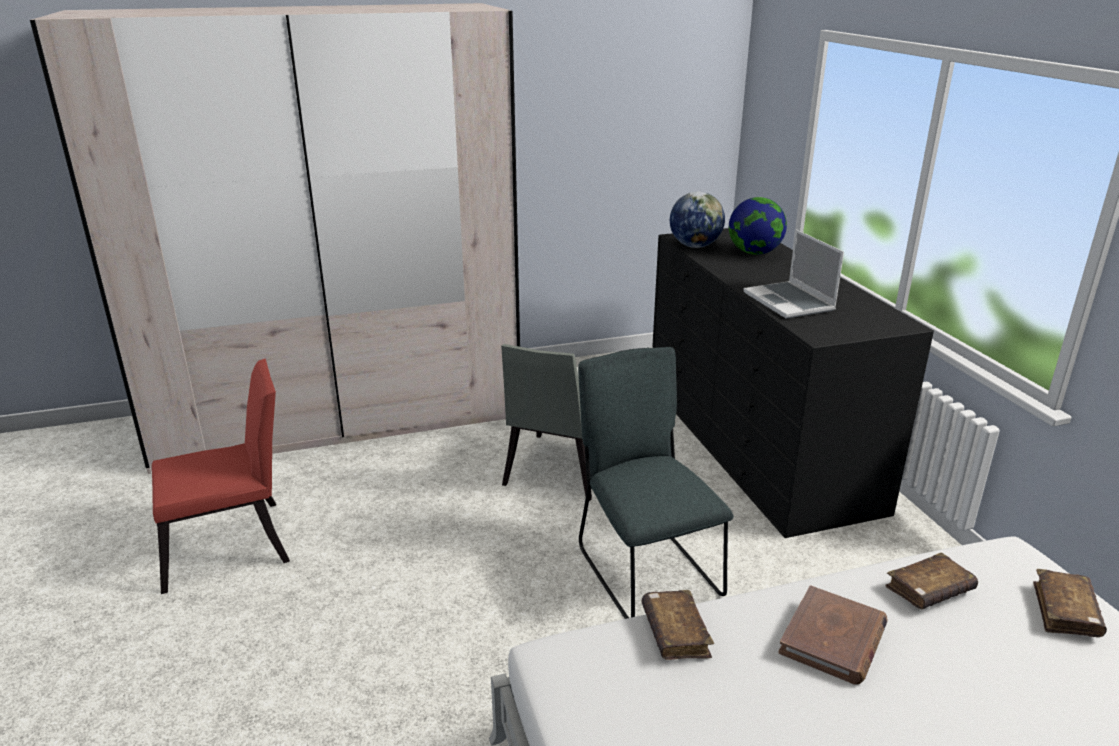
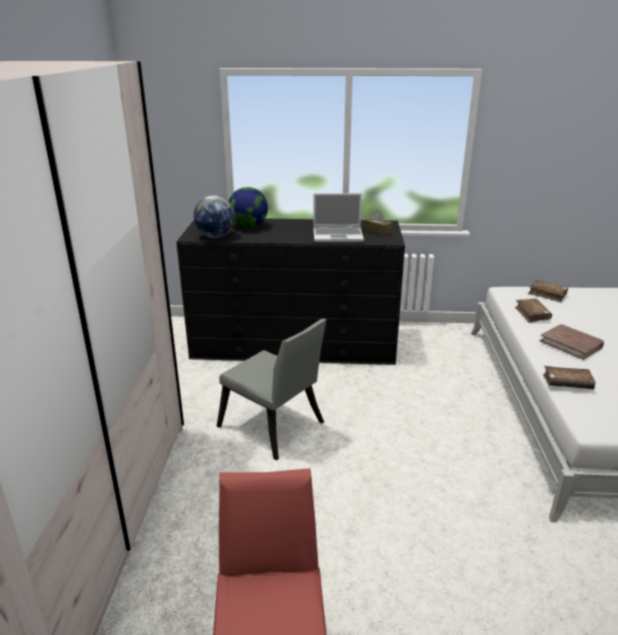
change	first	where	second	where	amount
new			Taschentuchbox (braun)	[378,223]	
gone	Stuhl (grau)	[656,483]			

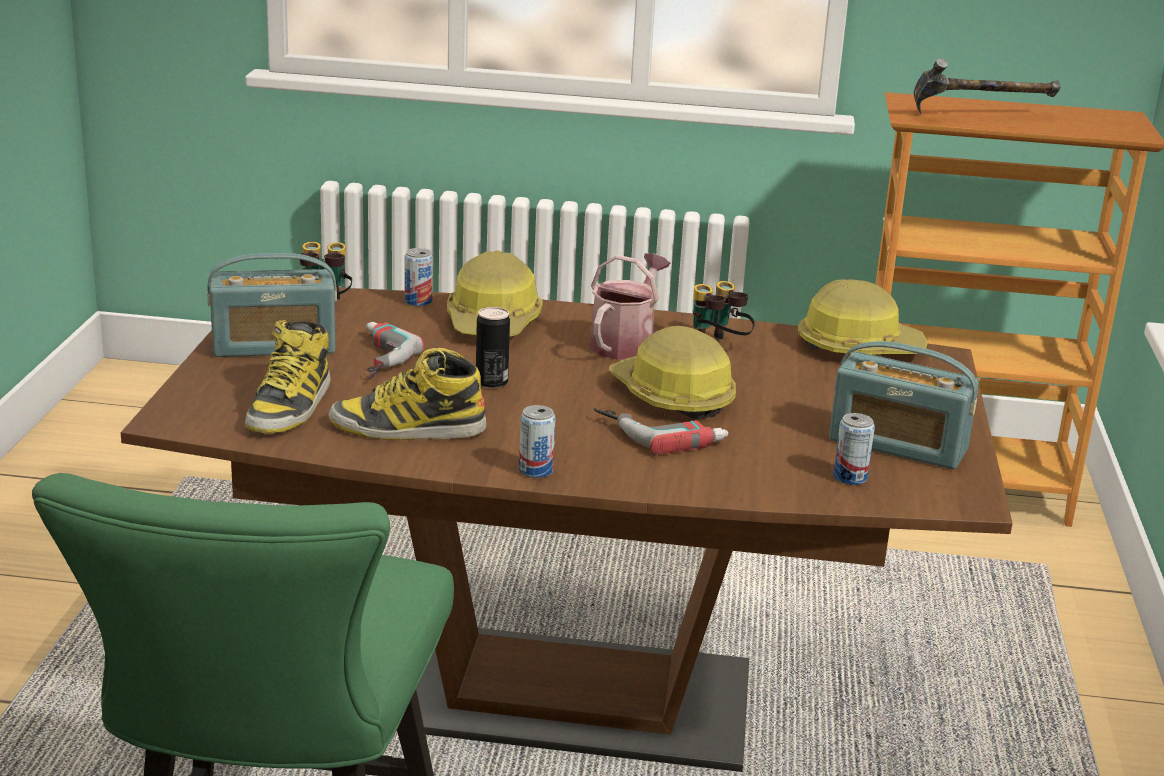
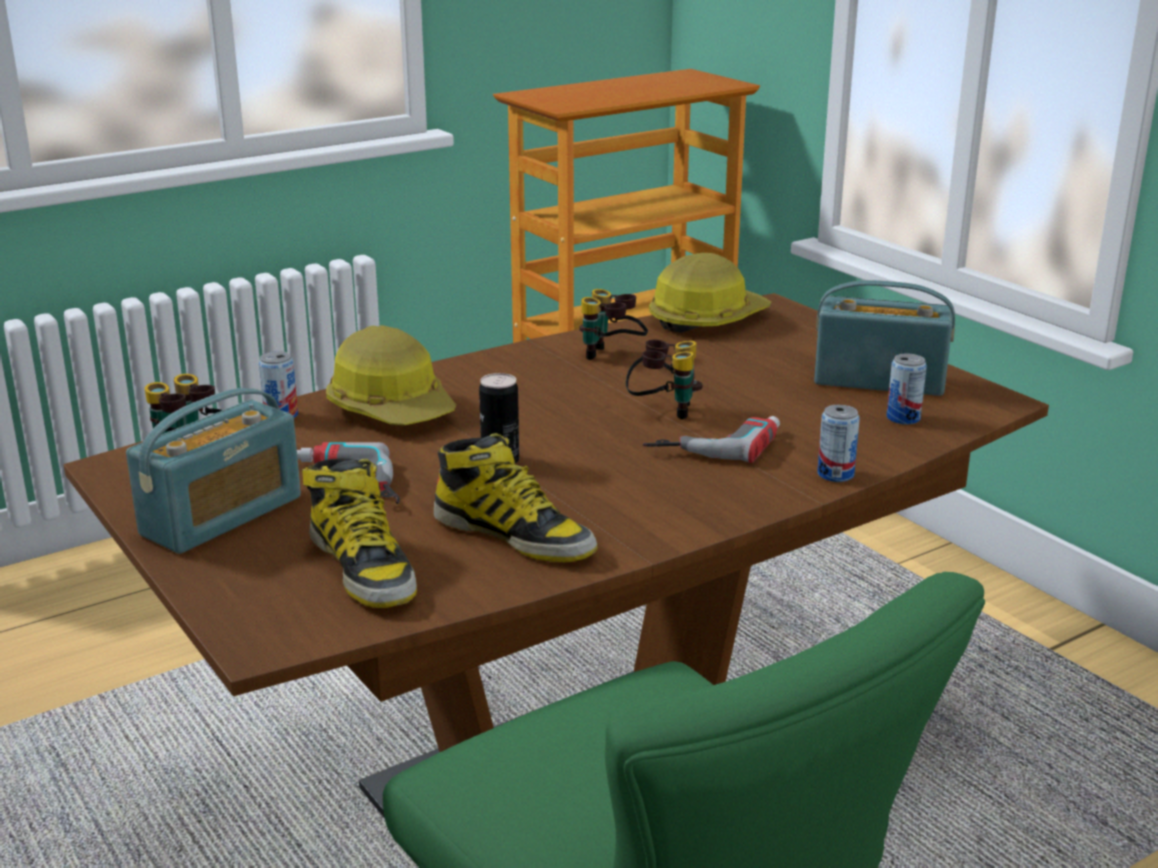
change	first	where	second	where	amount
rotated	Stiefel	[407,394]		[516,497]	105 degrees counterclockwise
swapped	Schutzhelm	[672,372]	Fernglas	[664,379]	
rotated	Radio	[904,405]		[884,338]	150 degrees counterclockwise
shifted	Dose	[537,441]		[838,443]	
gone	Gießkanne	[629,306]			
gone	Hammer	[987,86]			

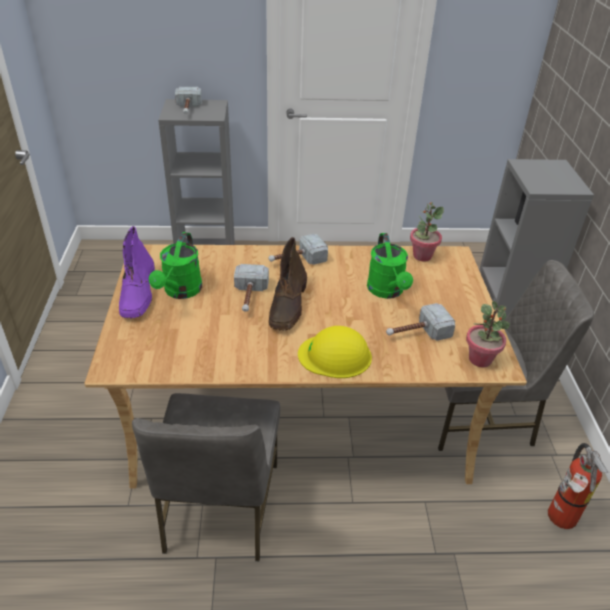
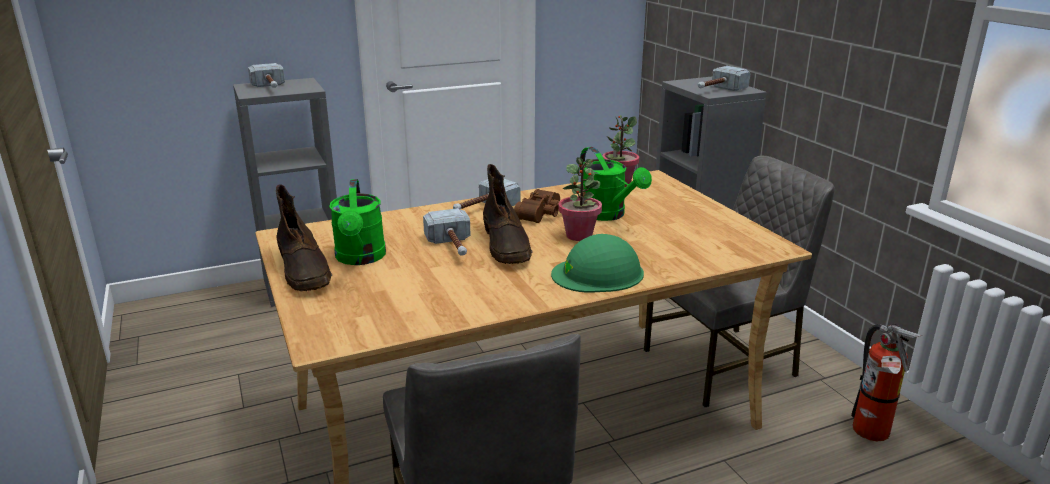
change	first	where	second	where	amount
repainted	Stiefel (lila)	[137,272]	Stiefel (braun)	[304,237]	
new			Fernglas (braun)	[537,206]	
repainted	Schutzhelm (gelb)	[335,352]	Schutzhelm (grün)	[597,263]	
shifted	Topfpflanze	[488,334]		[580,199]	
shifted	Hammer	[420,322]		[724,78]	

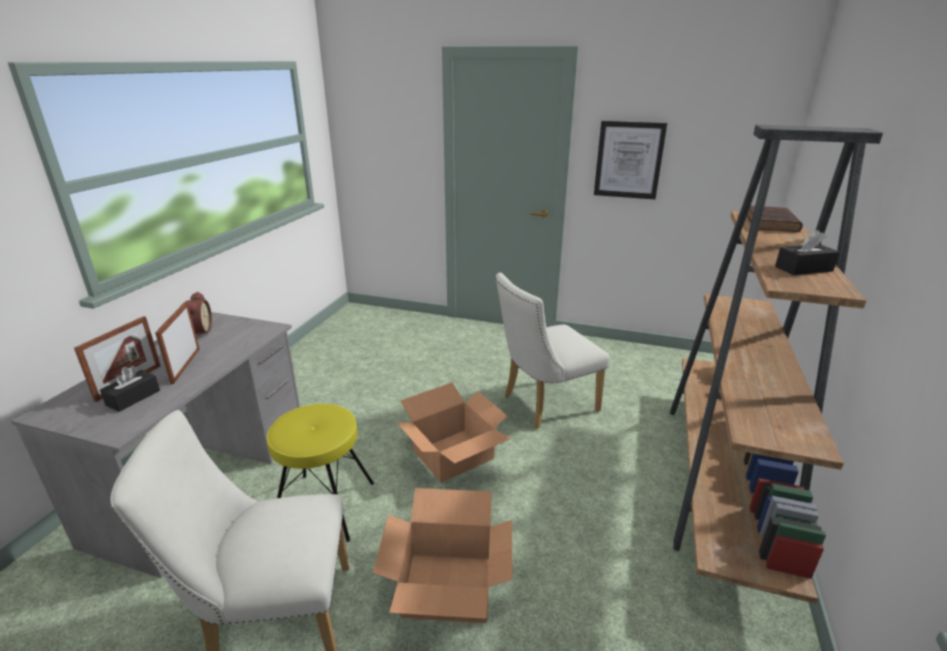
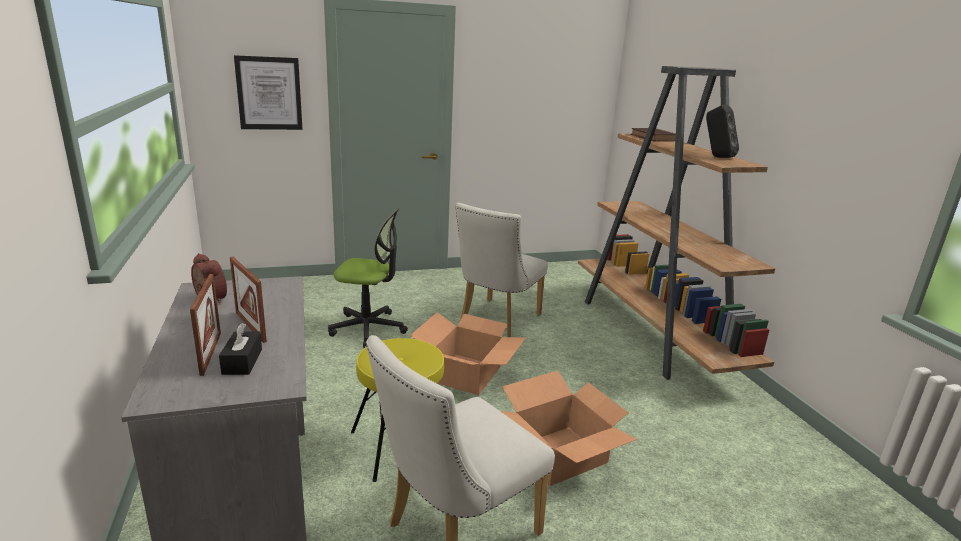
change	first	where	second	where	amount
shifted	Bild	[630,160]		[268,92]	
new			Bürostuhl	[368,278]	
swapped	Taschentuchbox (schwarz)	[807,252]	Lautsprecher (schwarz)	[722,131]	

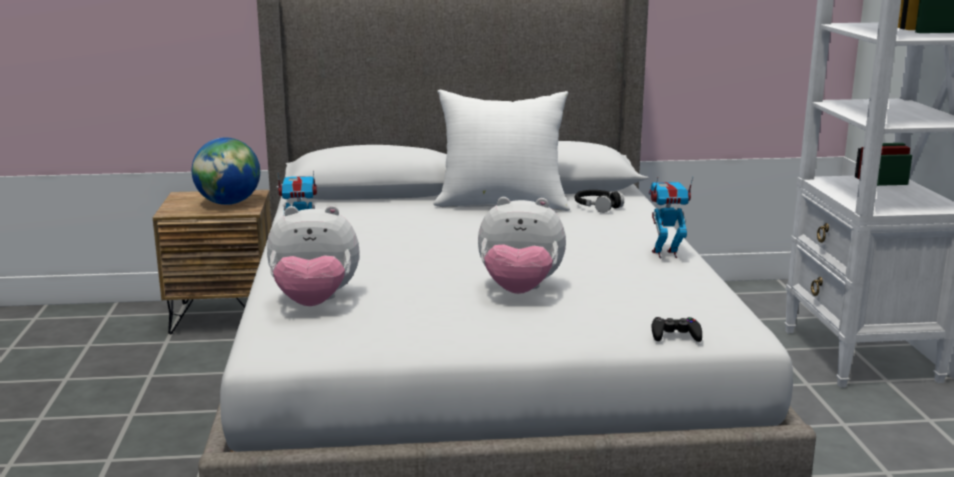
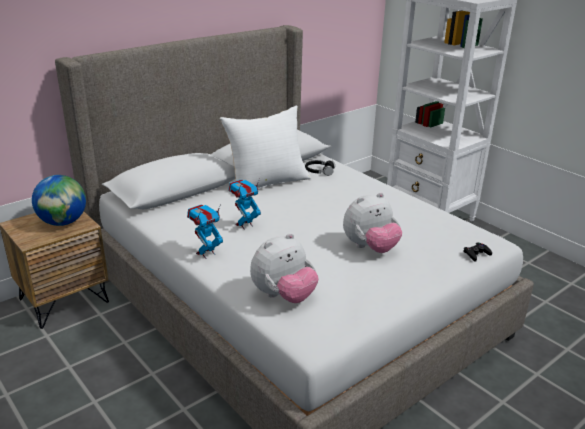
change	first	where	second	where	amount
shifted	Spielzeugroboter	[671,217]		[244,204]	

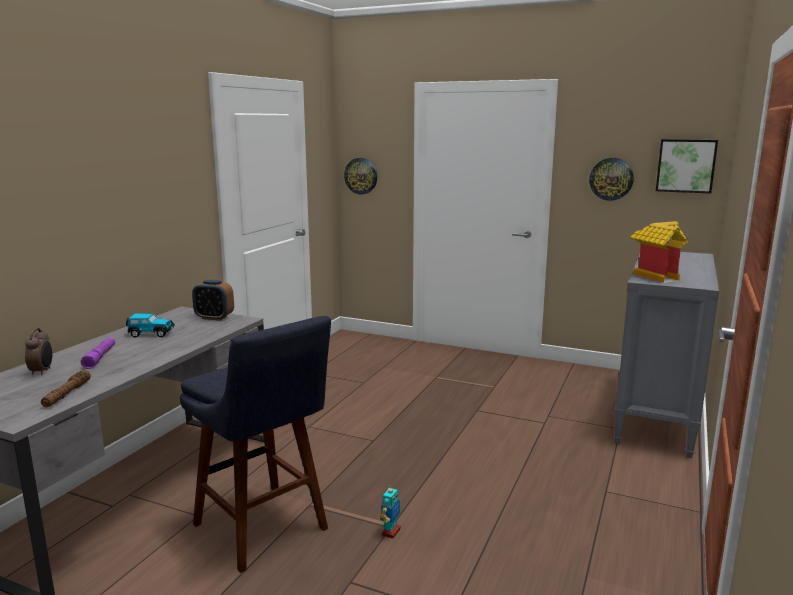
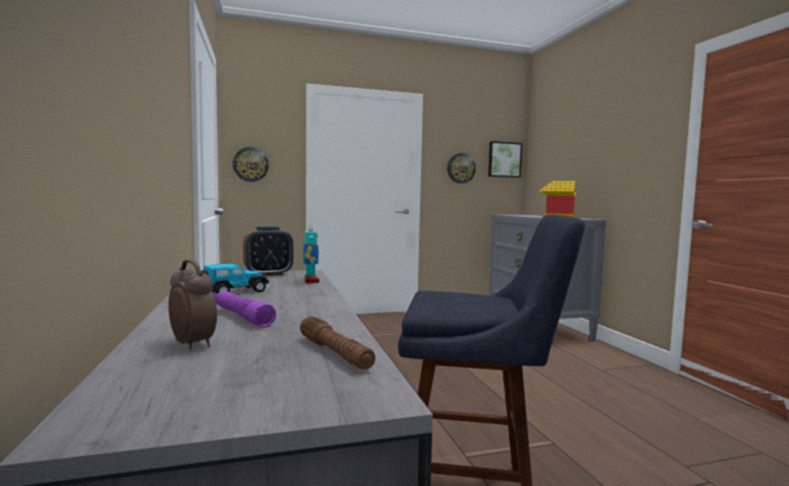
change	first	where	second	where	amount
shifted	Spielzeugroboter	[390,511]		[311,252]	

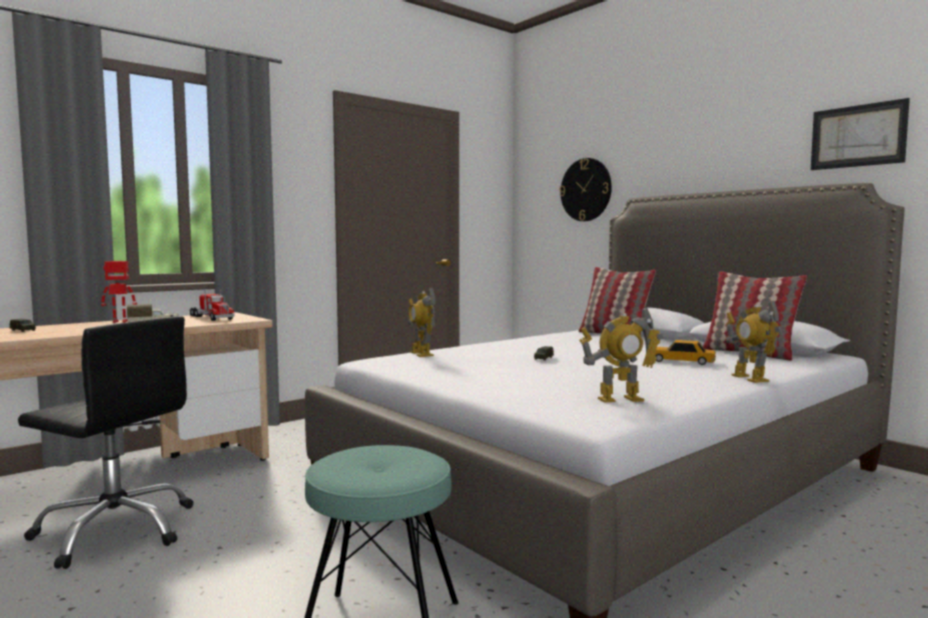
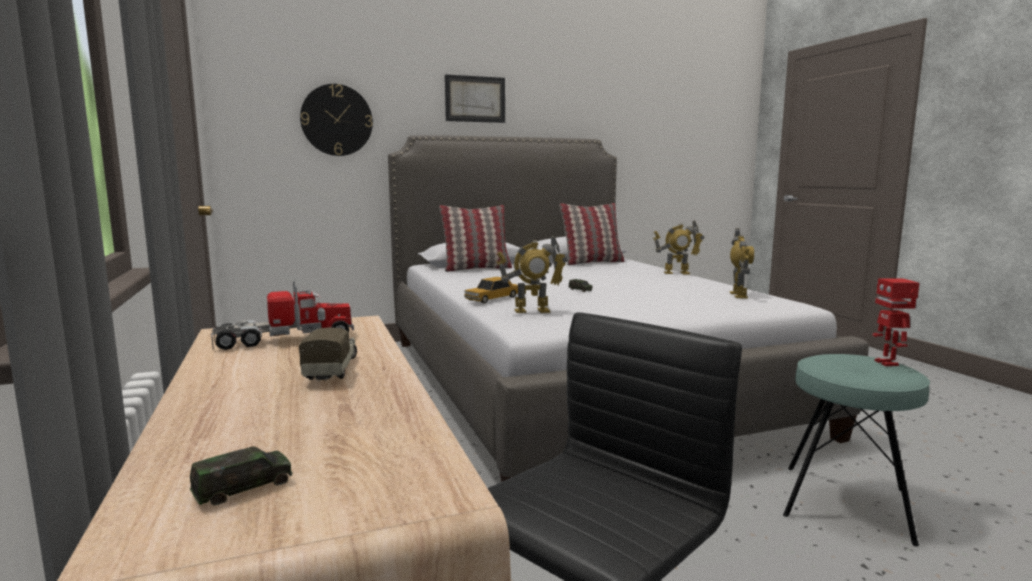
change	first	where	second	where	amount
shifted	Bild	[860,134]		[475,98]	
shifted	Spielzeugauto	[685,352]		[491,290]	
shifted	Spielzeugroboter	[119,292]		[895,322]	

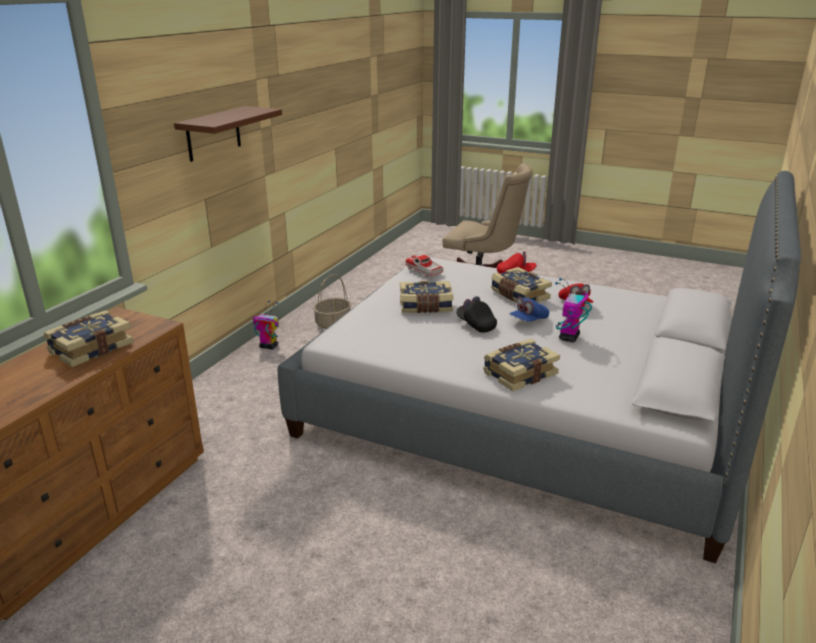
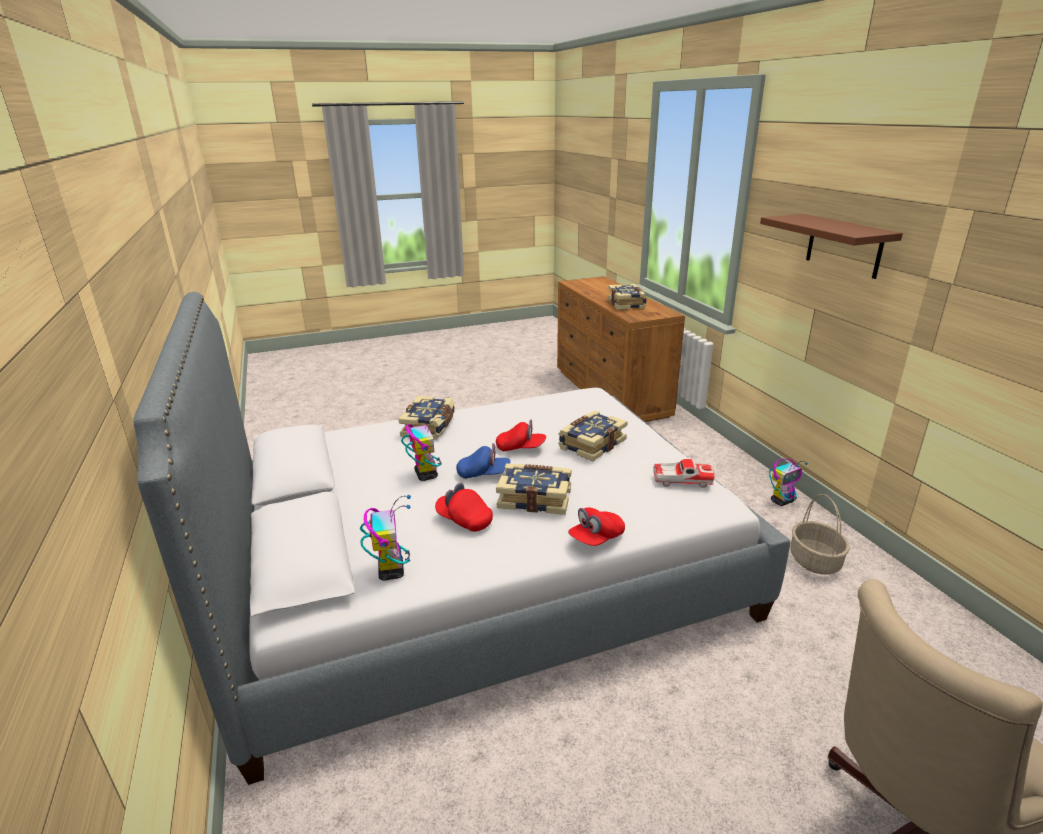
change	first	where	second	where	amount
new			Spielzeugroboter	[385,538]	
rotated	Kappe (blau)	[529,309]		[483,461]	90 degrees clockwise
repainted	Kappe (schwarz)	[476,314]	Kappe (rot)	[521,435]	

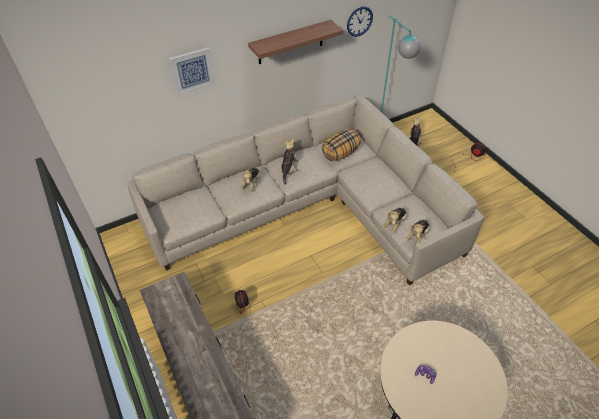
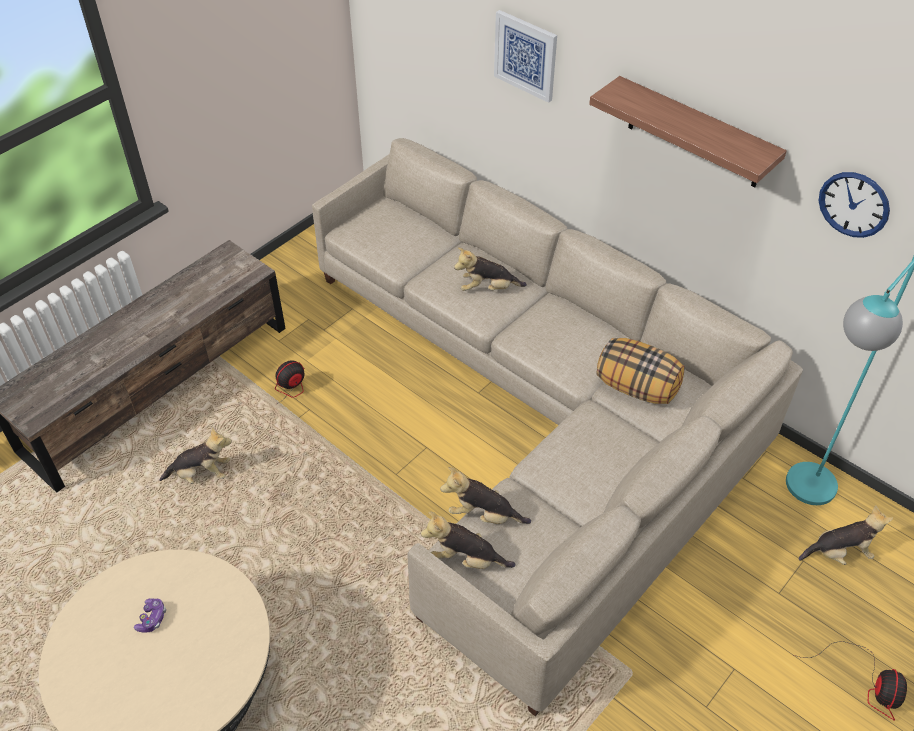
change	first	where	second	where	amount
shifted	Plüschtier	[289,162]		[195,455]	

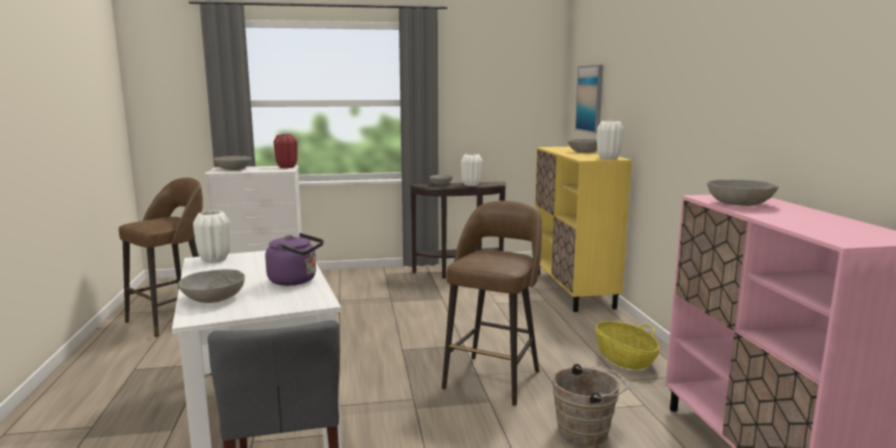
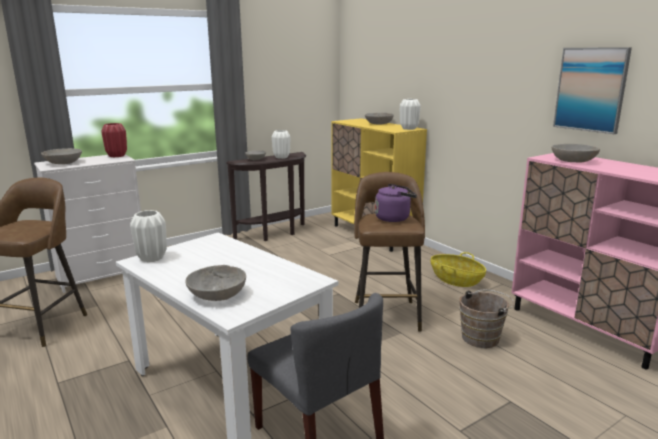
change	first	where	second	where	amount
shifted	Wasserkessel (lila)	[294,259]		[396,203]	
shifted	Bild	[589,99]		[592,90]	

